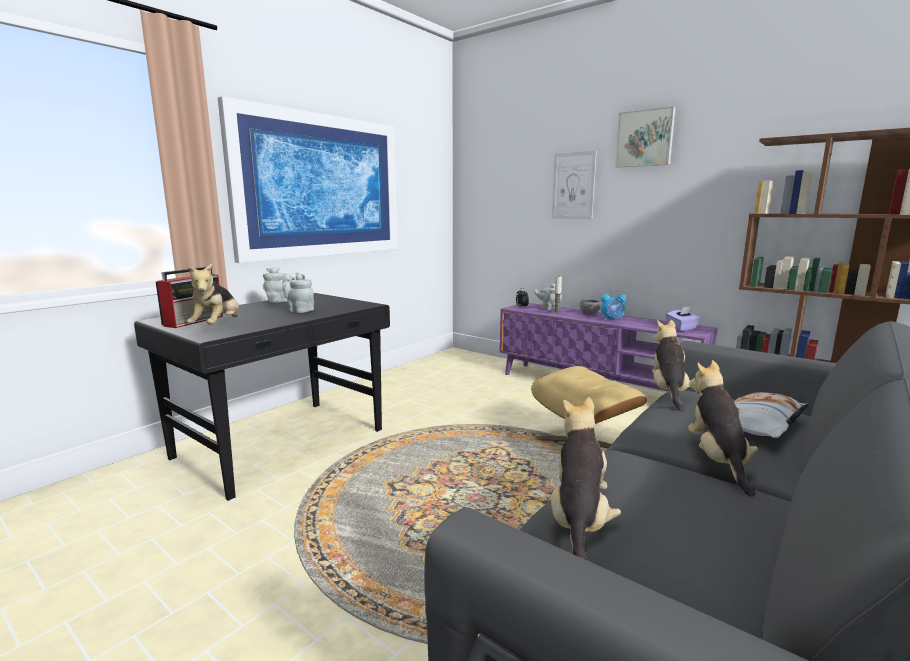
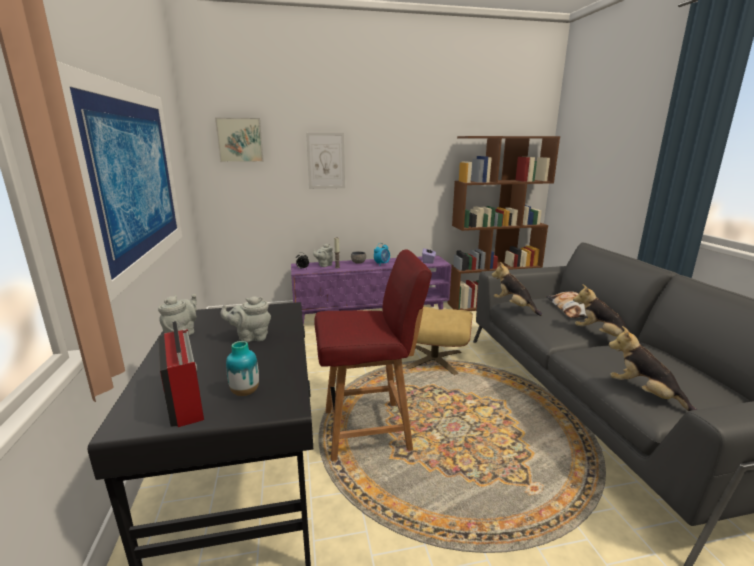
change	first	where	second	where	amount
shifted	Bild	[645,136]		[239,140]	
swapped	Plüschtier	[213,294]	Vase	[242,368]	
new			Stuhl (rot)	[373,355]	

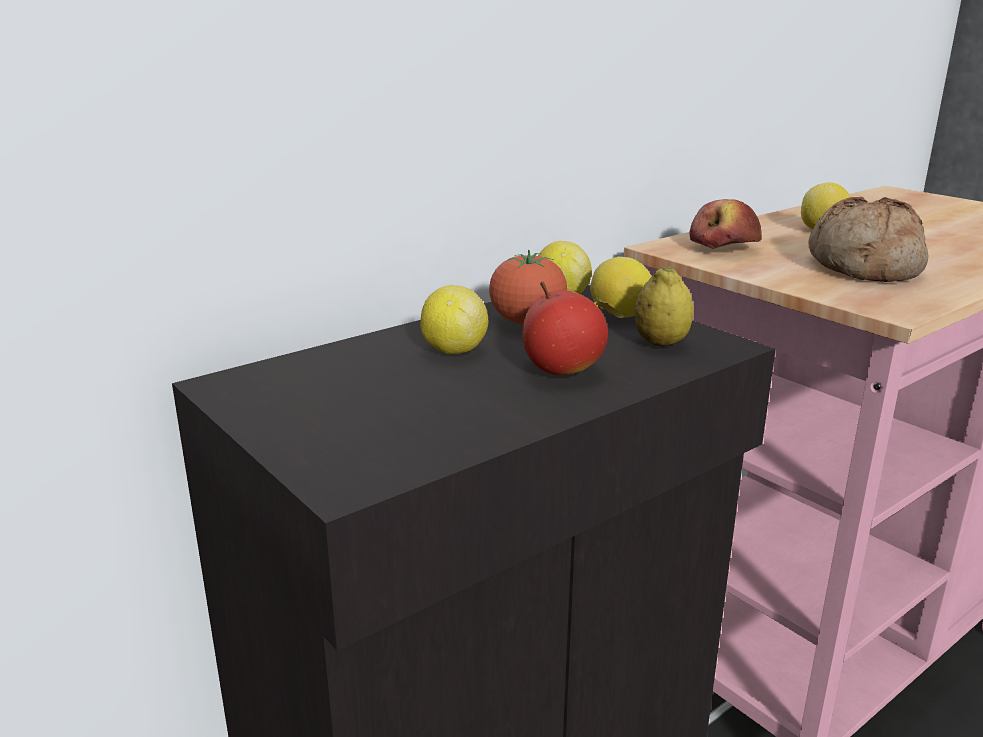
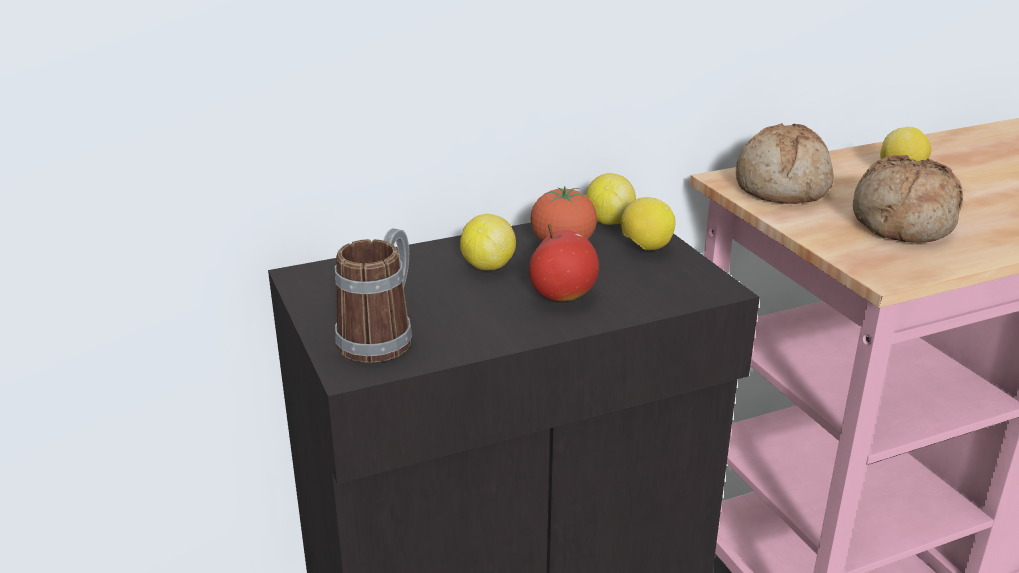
change	first	where	second	where	amount
new			Henkelbecher	[373,295]	
swapped	Apfel	[725,224]	Brot	[785,163]	
gone	Zitrone	[664,306]			

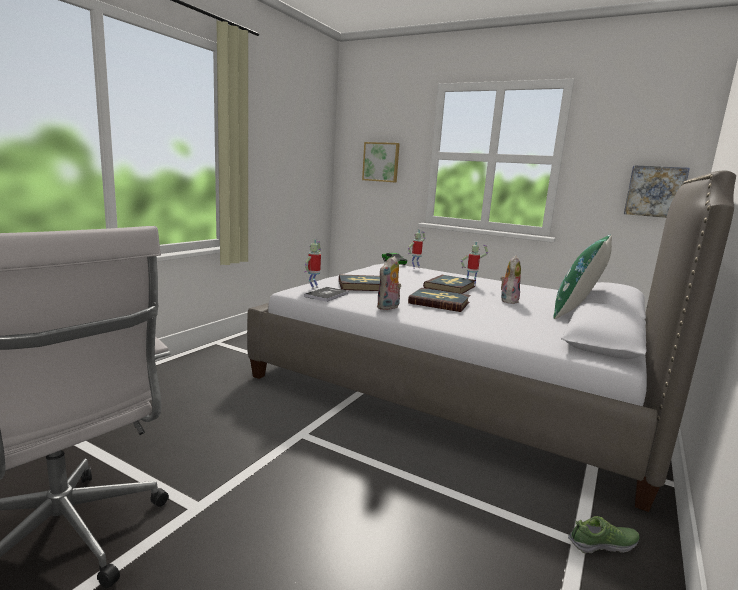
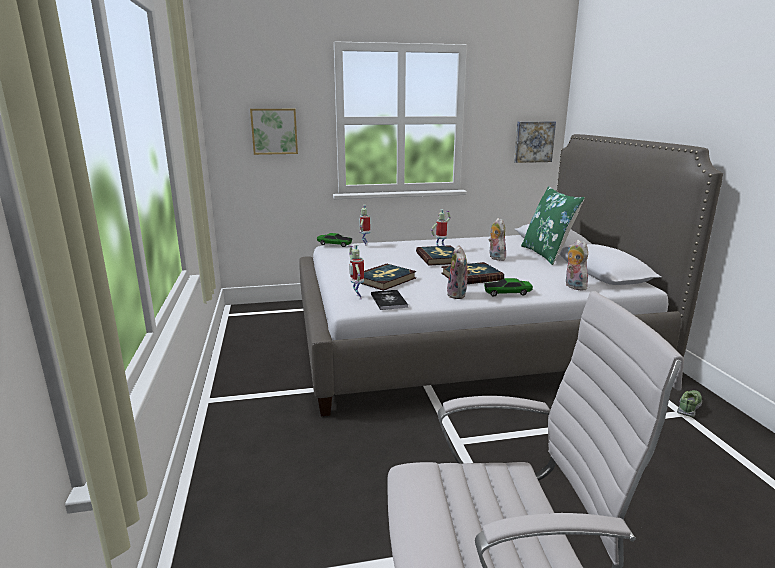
change	first	where	second	where	amount
new			Spielzeugauto	[508,287]	
new			Plüschtier	[578,265]	

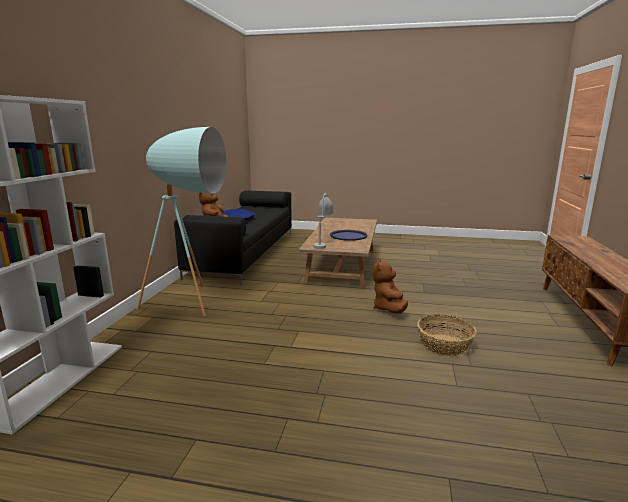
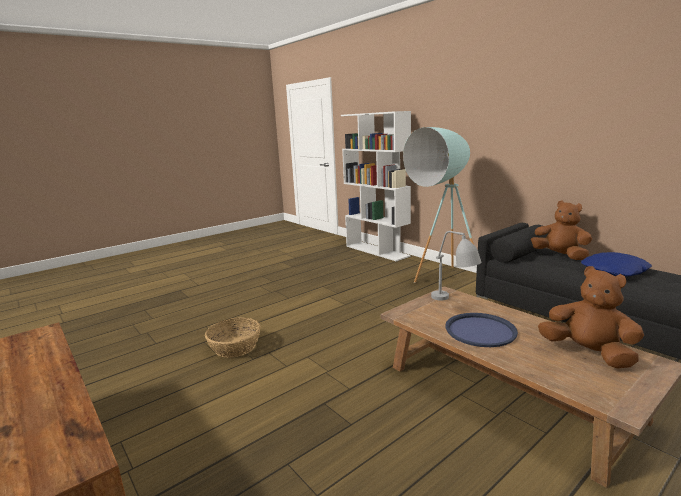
change	first	where	second	where	amount
shifted	Plüschtier (braun)	[390,286]		[591,317]	

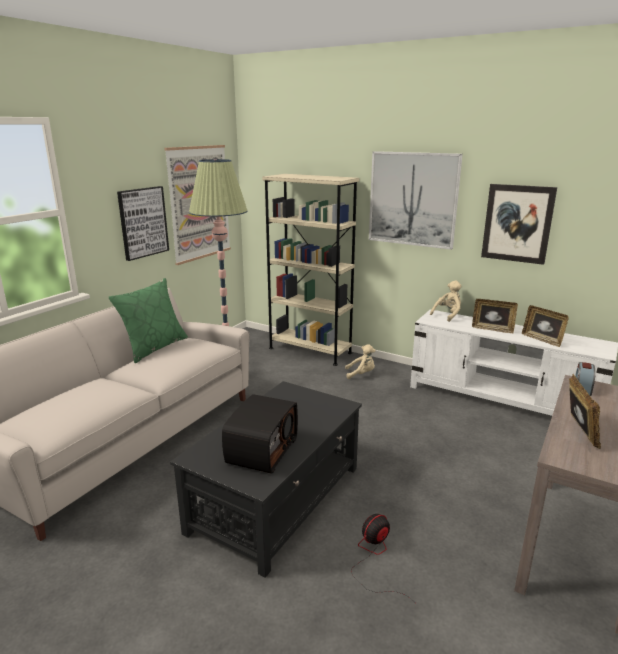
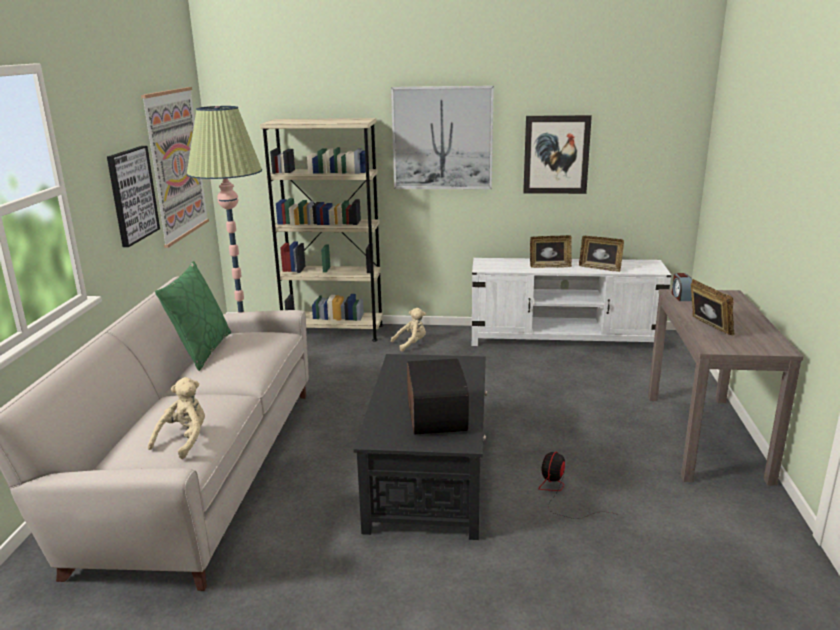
change	first	where	second	where	amount
shifted	Plüschtier (beige)	[445,301]		[176,418]	

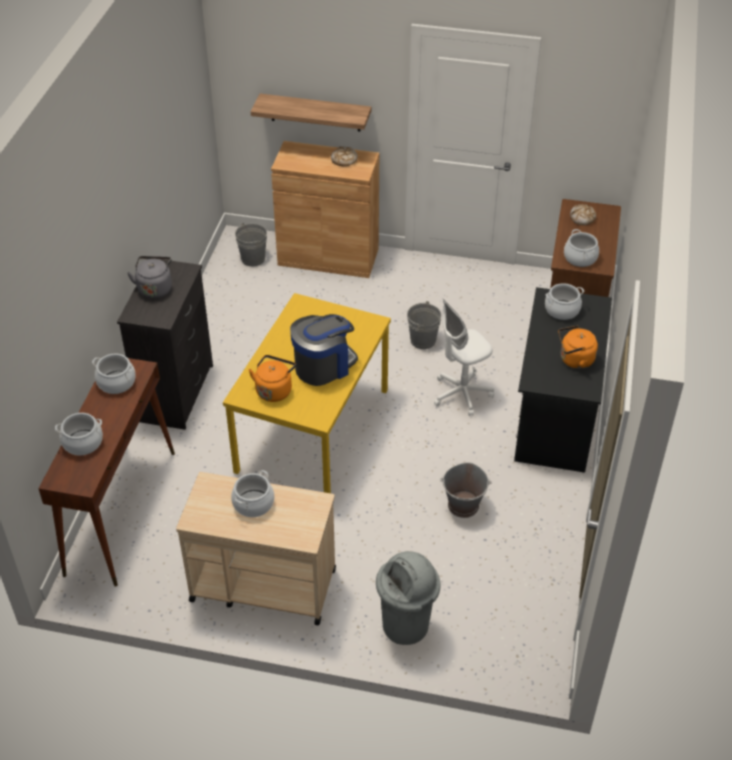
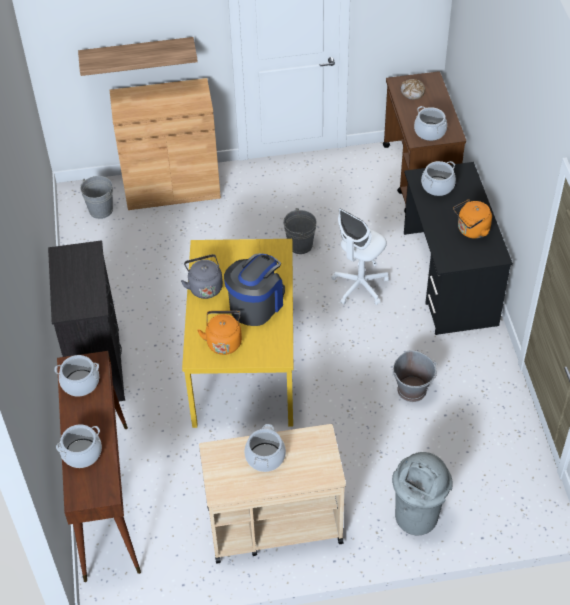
change	first	where	second	where	amount
shifted	Wasserkessel (grau)	[149,277]		[202,276]	
gone	Brot	[344,156]			

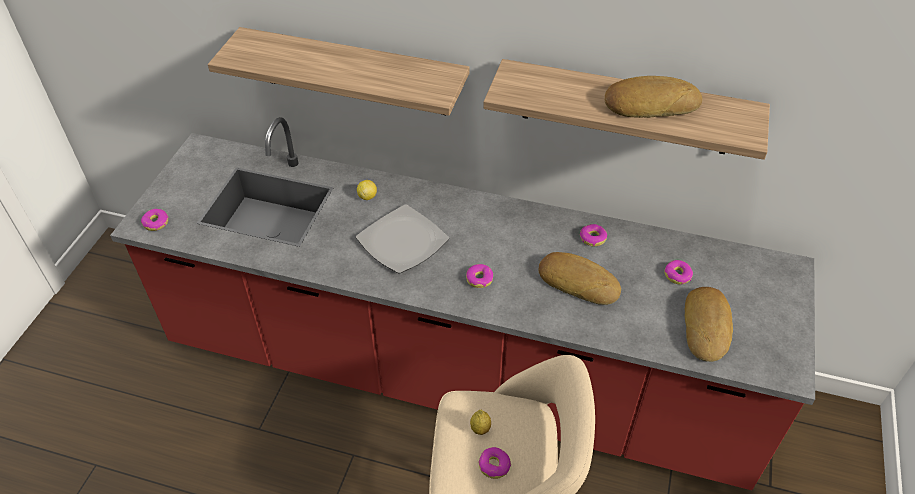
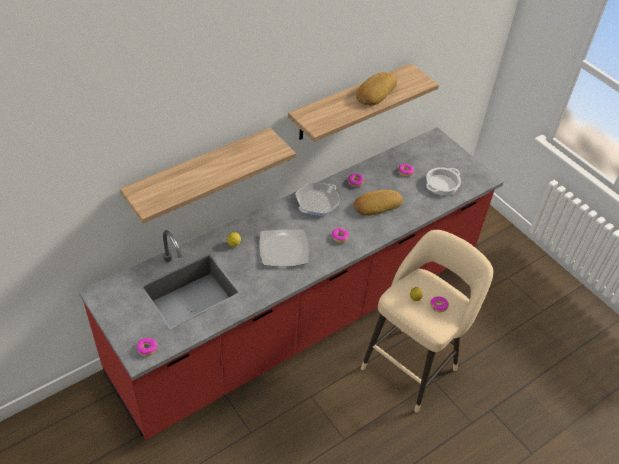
change	first	where	second	where	amount
new			Pfanne	[318,199]	
swapped	Brot	[709,324]	Kochtopf	[443,181]	

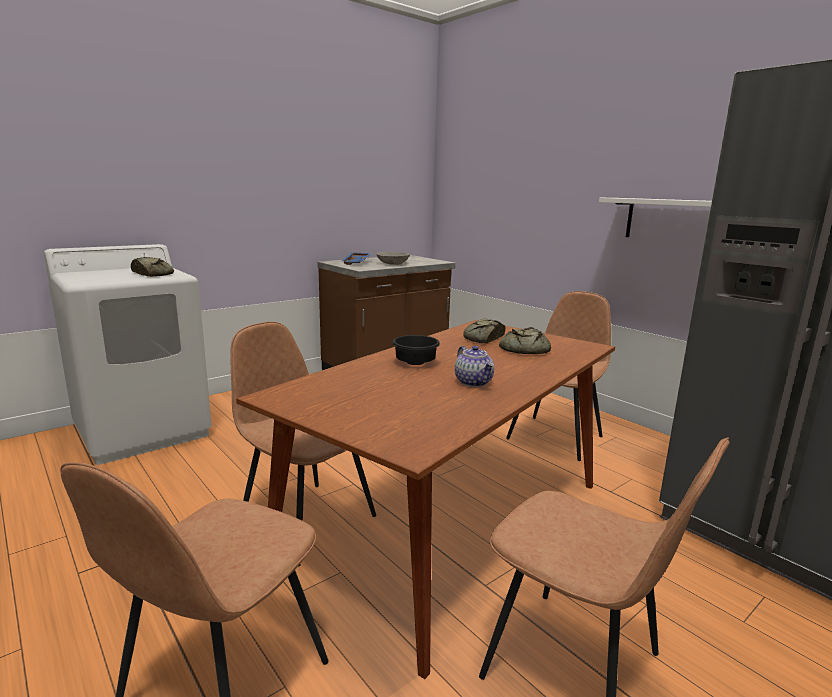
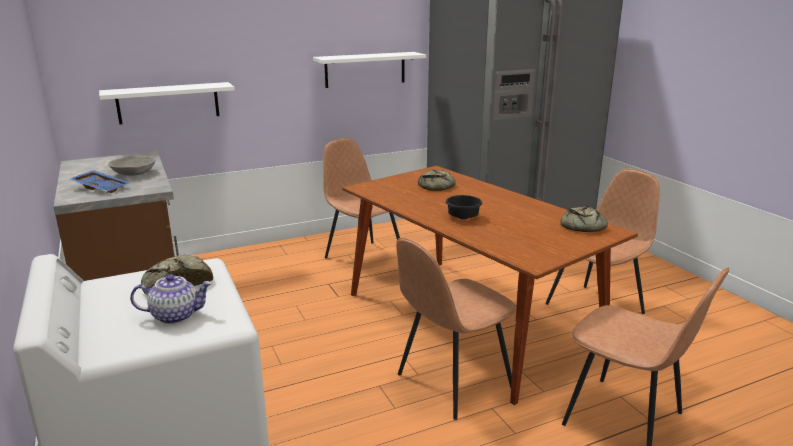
change	first	where	second	where	amount
new			Wandregal (weiß)	[167,103]	
shifted	Teekanne	[474,366]		[171,299]	
shifted	Brot	[484,331]		[584,219]	

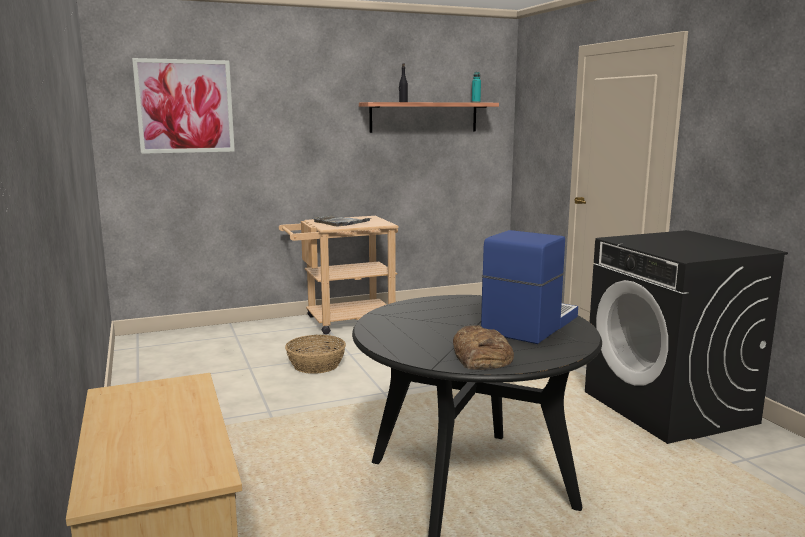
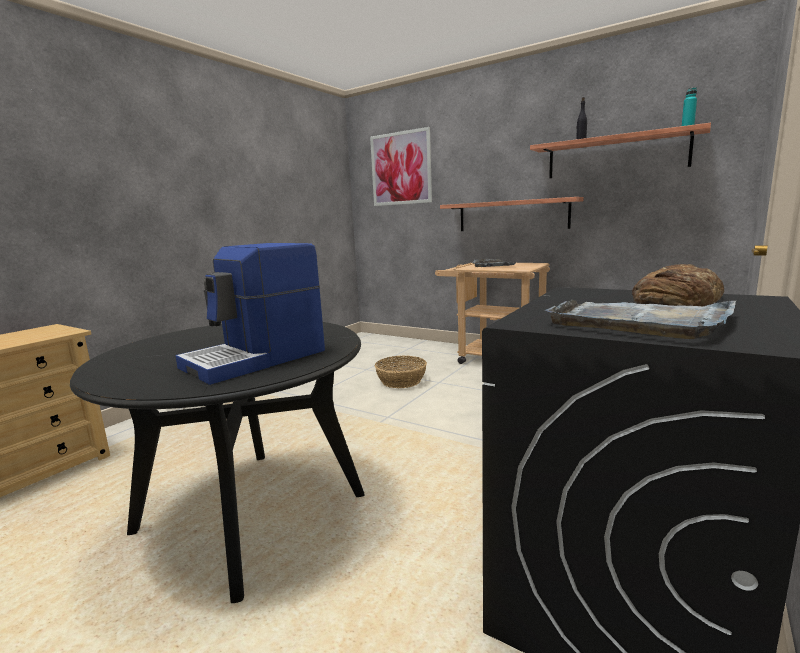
change	first	where	second	where	amount
rotated	Kaffeemaschine	[529,287]		[250,314]	135 degrees clockwise
new			Wandregal	[512,214]	
new			Tablett (grau)	[641,319]	
shifted	Brot	[483,347]		[678,285]	

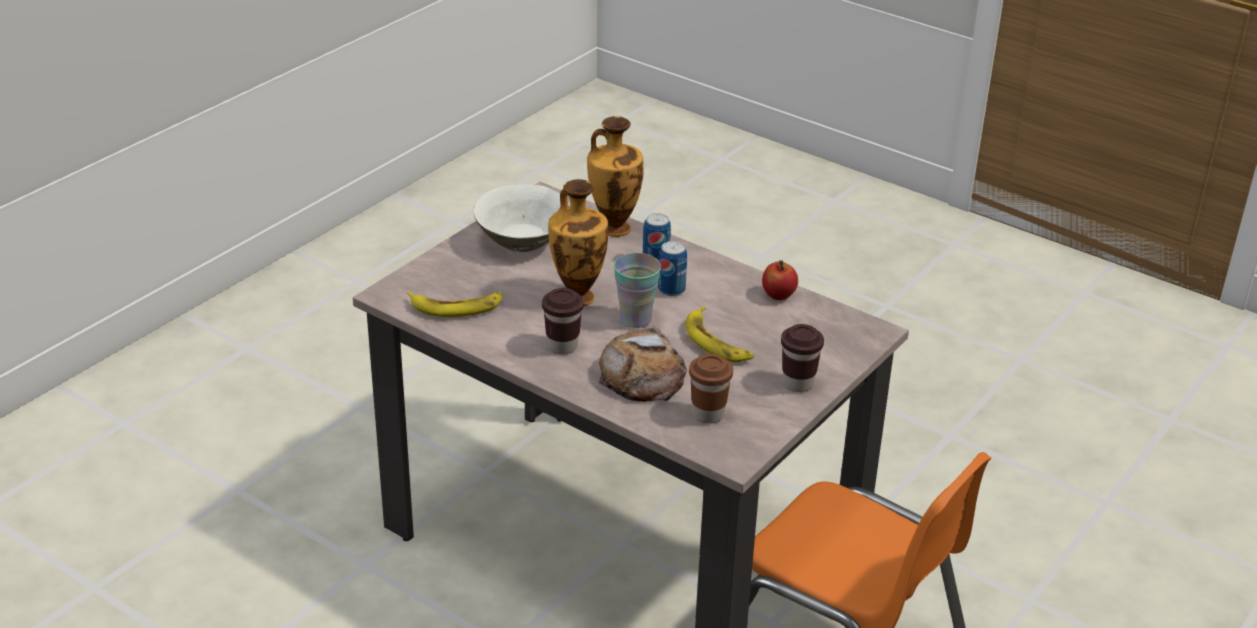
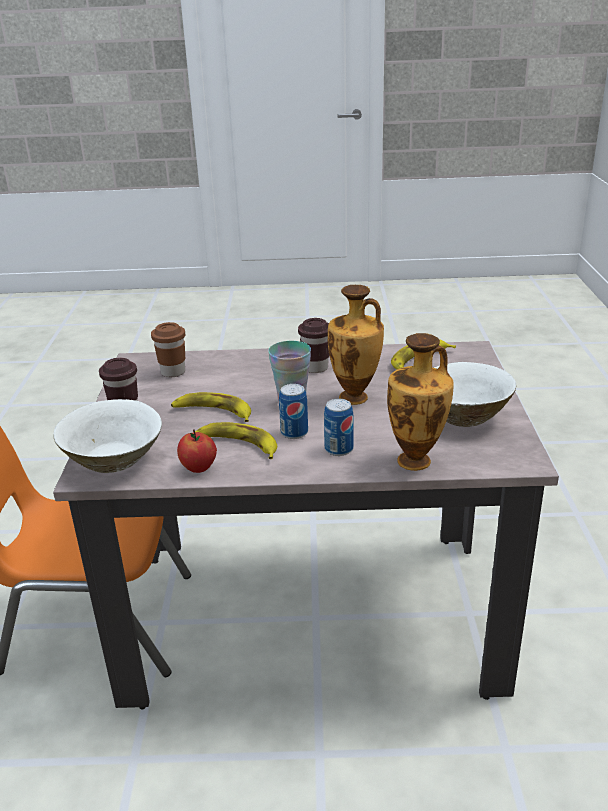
change	first	where	second	where	amount
new			Schüssel (weiß)	[108,436]	
new			Banane	[236,440]	
gone	Brot	[642,364]			

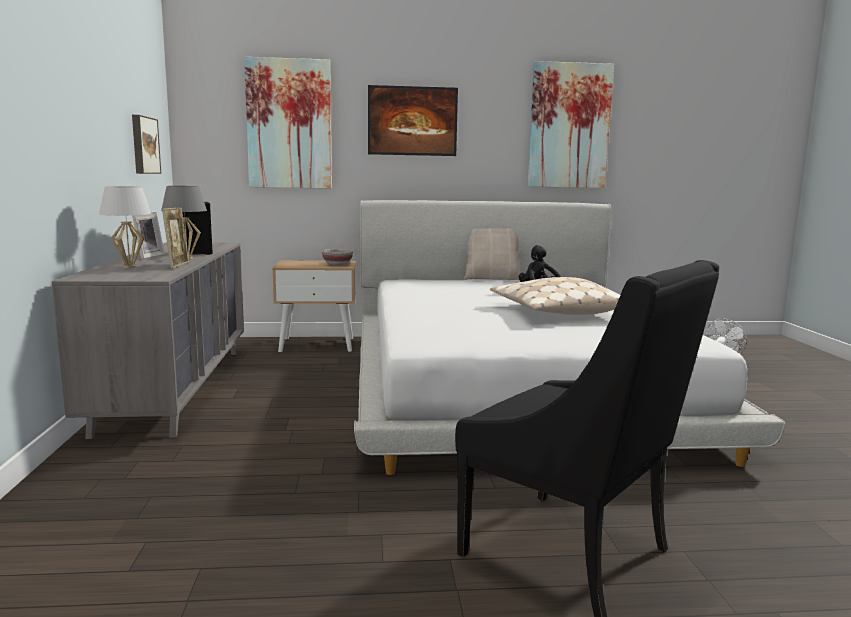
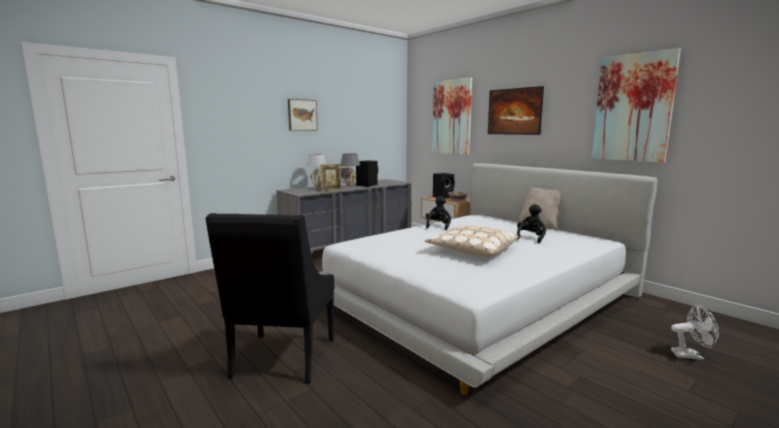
change	first	where	second	where	amount
shifted	Bild	[146,144]		[303,115]	
new			Plüschtier (schwarz)	[438,213]	
new			Lautsprecher (schwarz)	[444,186]	

